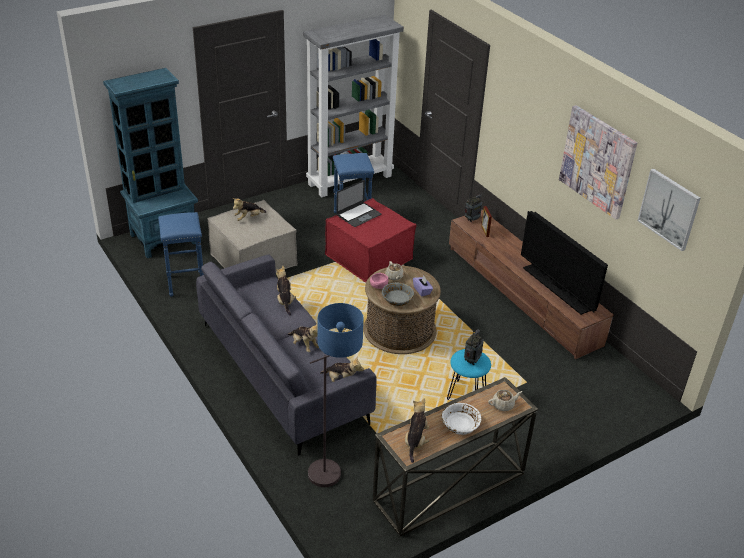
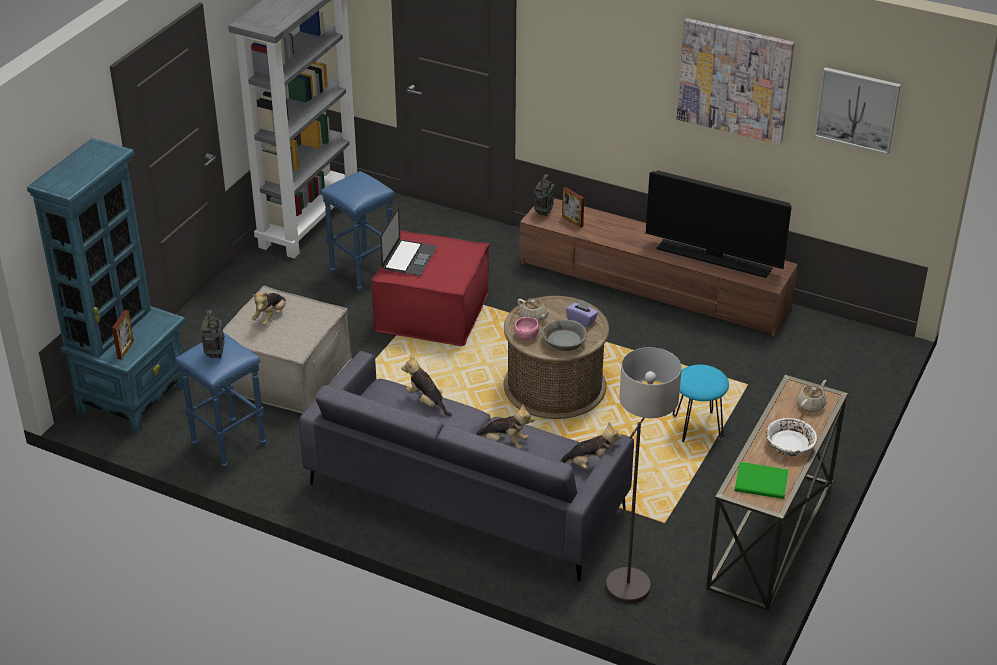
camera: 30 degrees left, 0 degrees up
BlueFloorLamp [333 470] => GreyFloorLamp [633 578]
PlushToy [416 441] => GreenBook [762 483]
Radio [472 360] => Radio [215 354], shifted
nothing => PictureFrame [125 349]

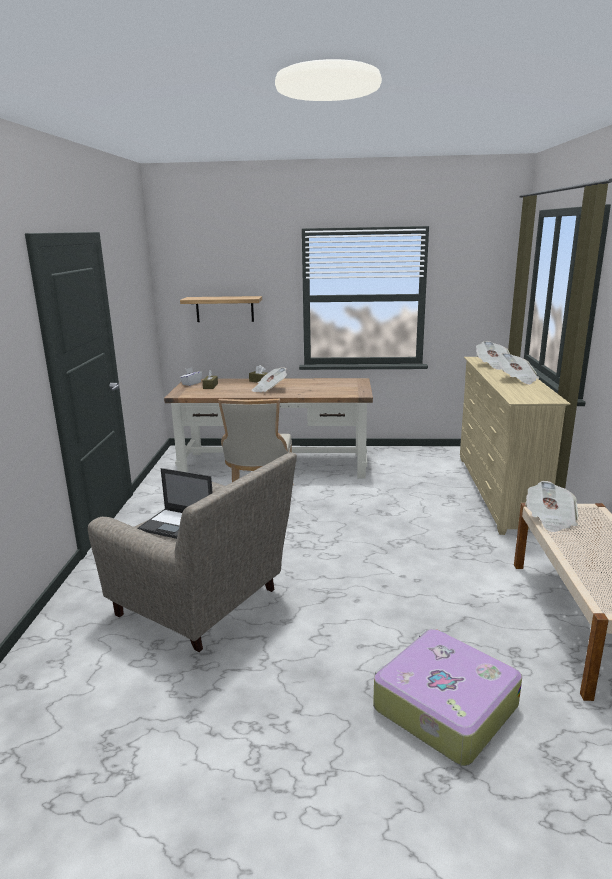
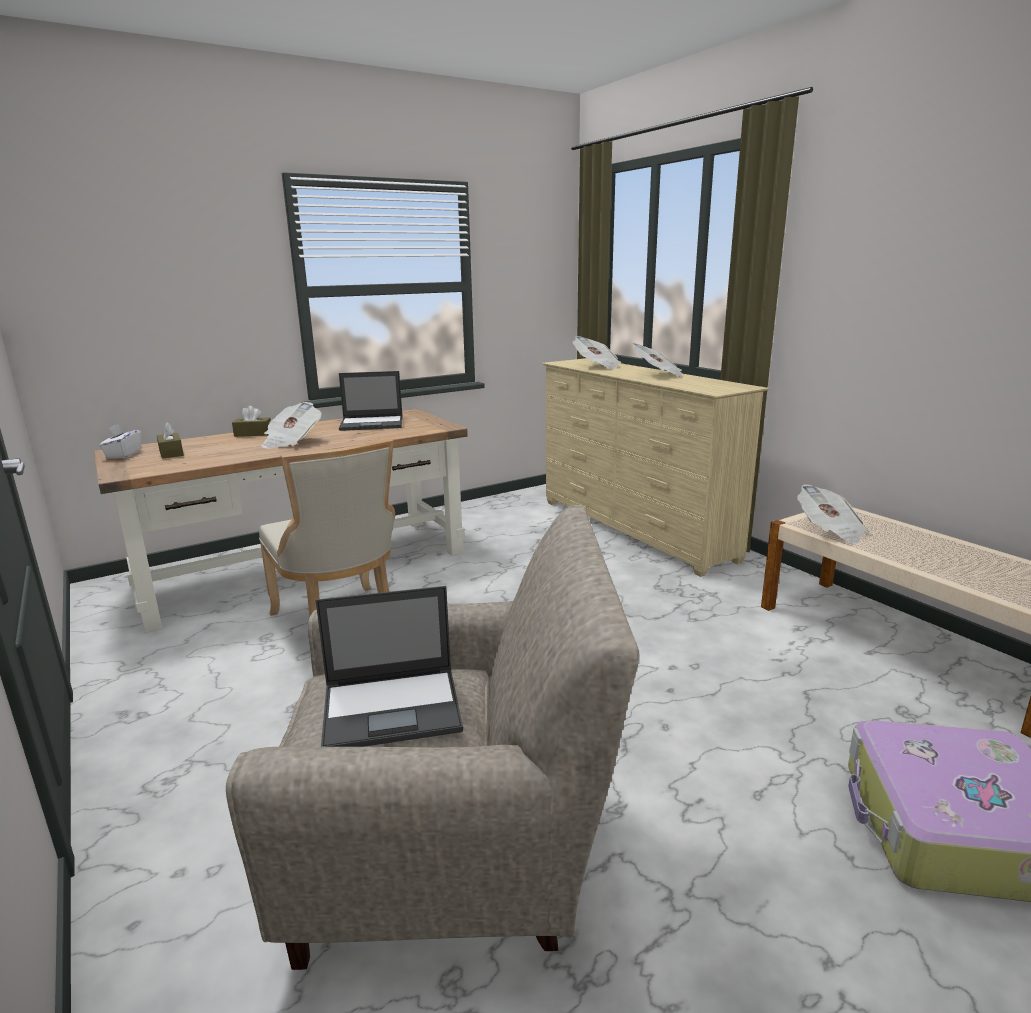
camera: 35 degrees left, 0 degrees up
Shelf [224 309] => nothing
nothing => Laptop [373 424]

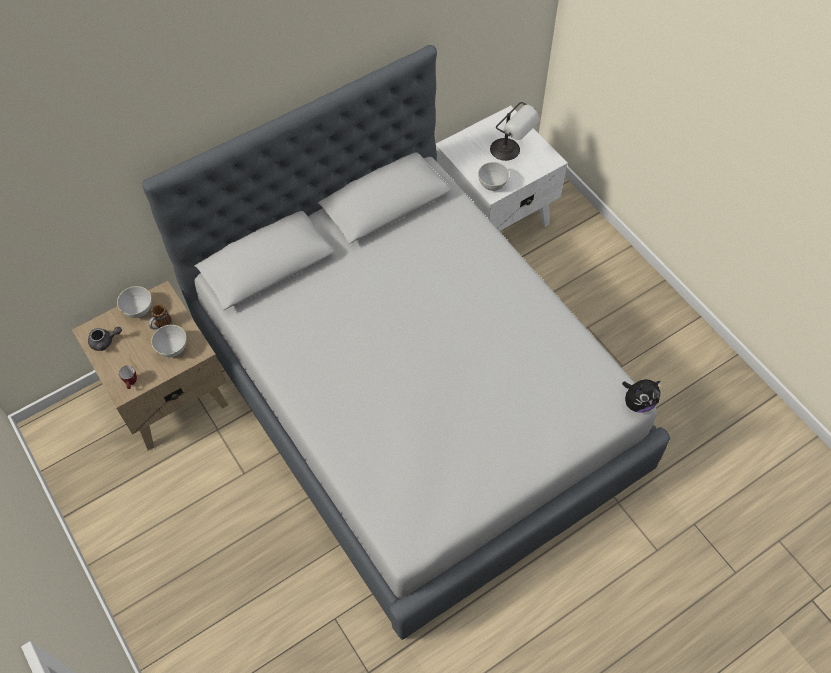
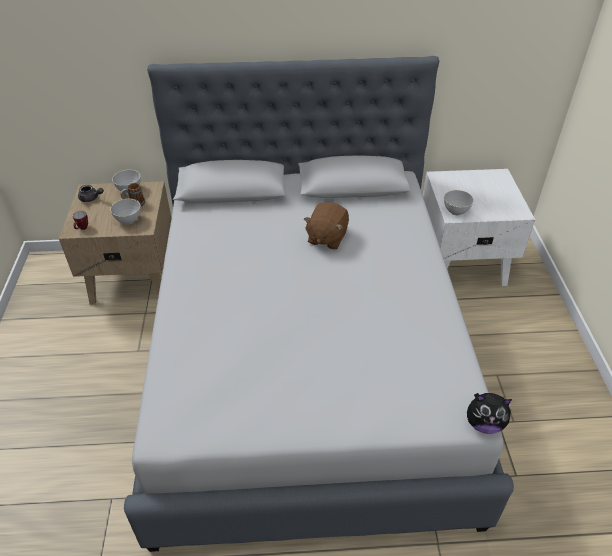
camera: 30 degrees right, 15 degrees down
TableLamp [510 151] => nothing
nothing => BrownPlushToy [326 238]

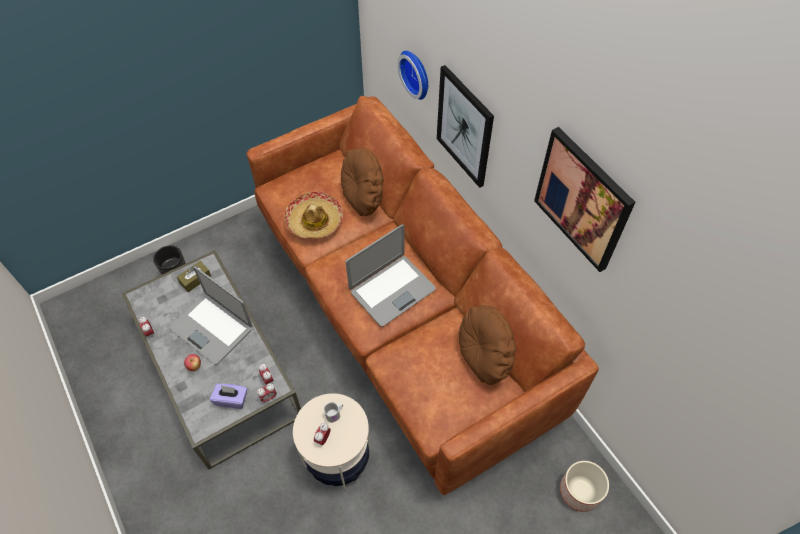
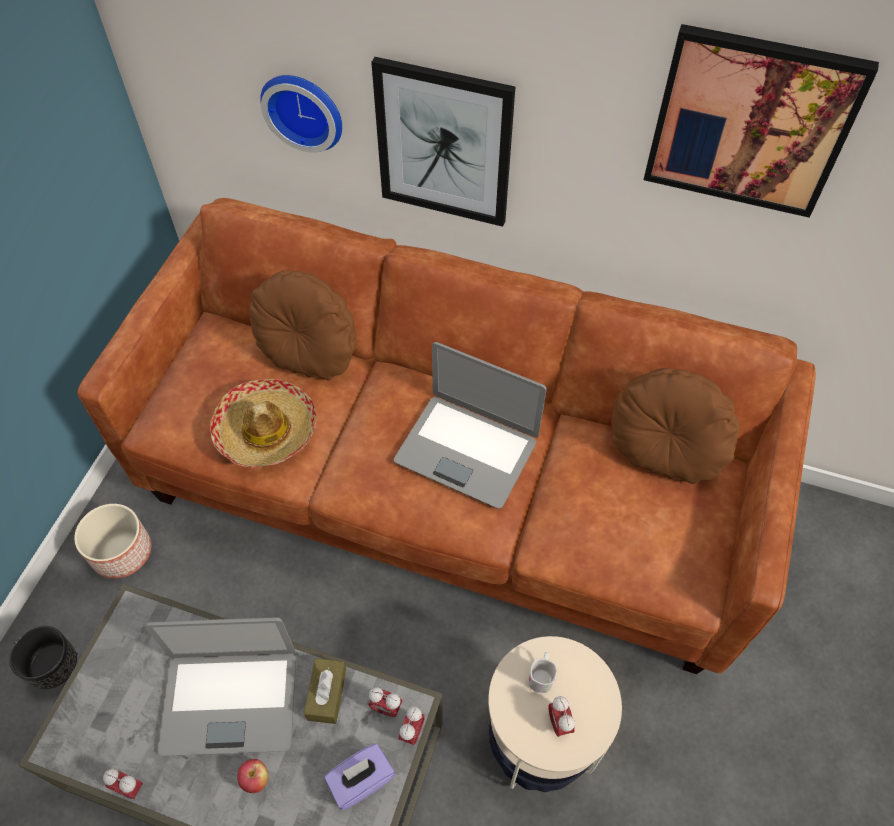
camera: 40 degrees left, 0 degrees up
BrownTissueBox [195 279] => BrownTissueBox [326 694], shifted
Laptop [392 290] => Laptop [467 450], 105 degrees clockwise
Planter [580 490] => Planter [121 551], shifted

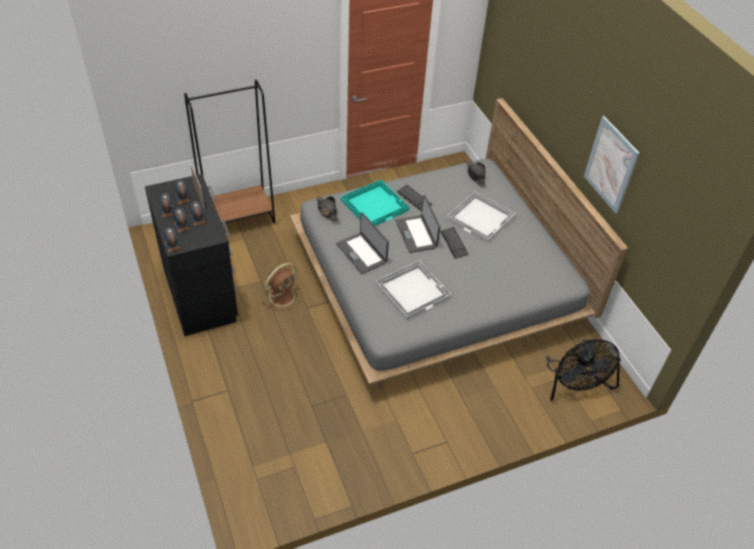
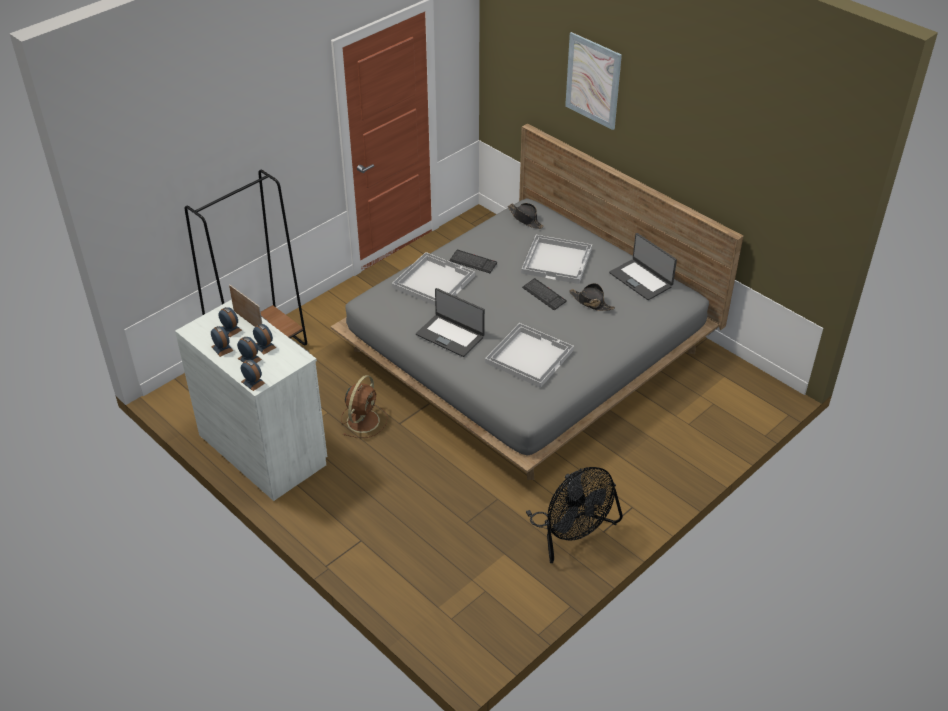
camera: 20 degrees left, 5 degrees down
BlackDresser [201 293] => WhiteDresser [263 448]
BlackHat [327 211] => BlackHat [591 302], shifted
TurquoiseTray [374 204] => WhiteTray [433 281]
Laptop [416 234] => Laptop [641 279], shifted
BlackFan [573 383] => BlackFan [570 533], shifted
Picture [611 165] => Picture [593 81], shifted

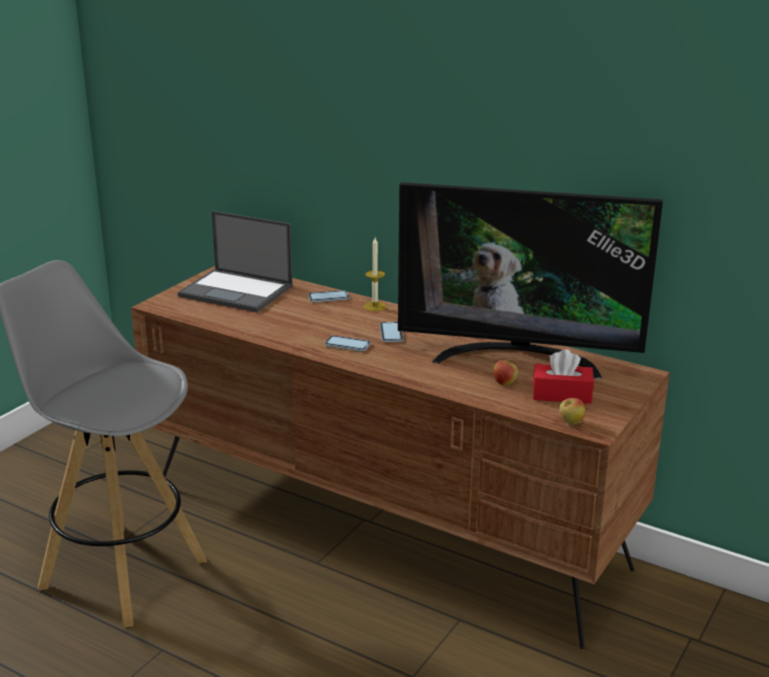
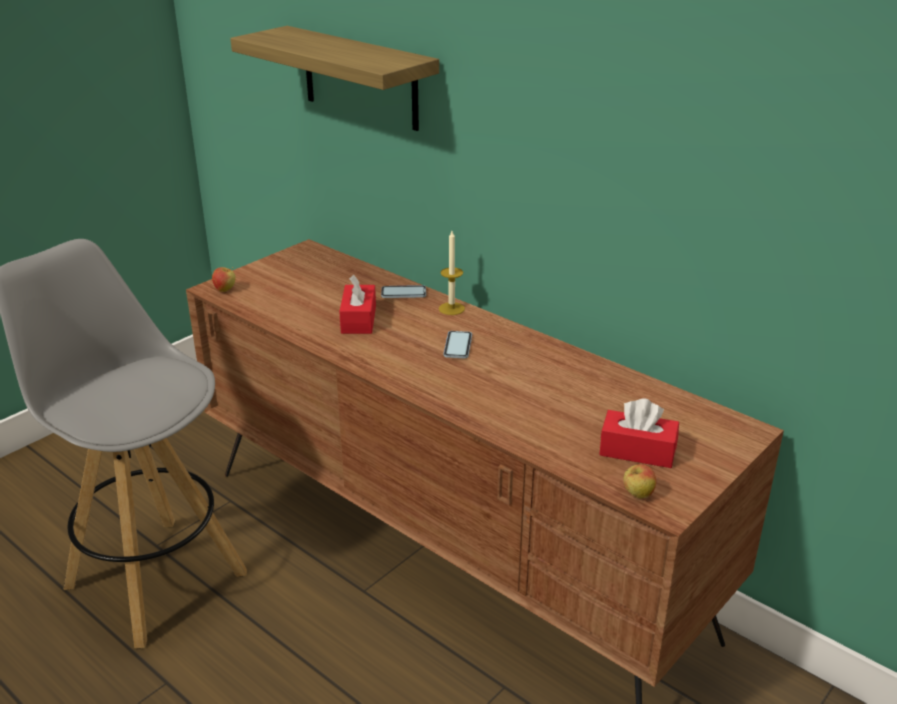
camera: 10 degrees right, 5 degrees up
Laptop [237 291] => nothing
Phone [347 345] => nothing
Television [518 357] => nothing
Apple [505 383] => Apple [225 290], shifted
nothing => Shelf [360 78]
nothing => RedTissueBox [358 319]

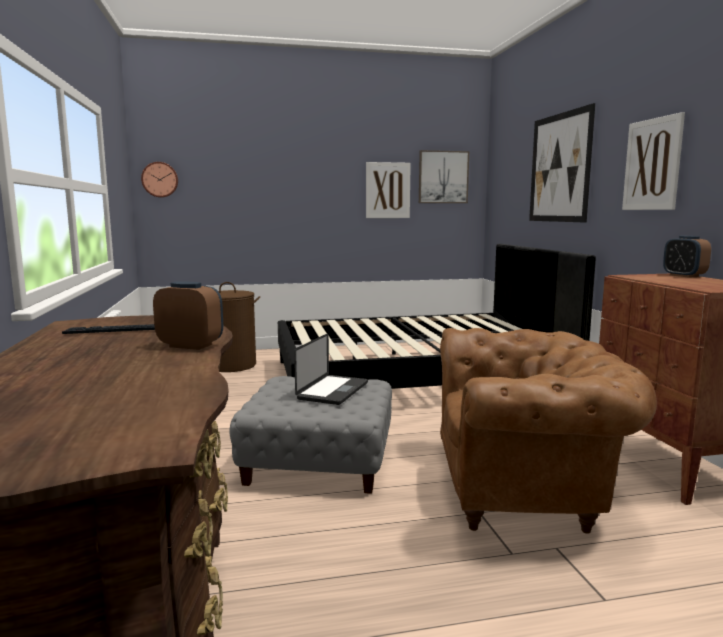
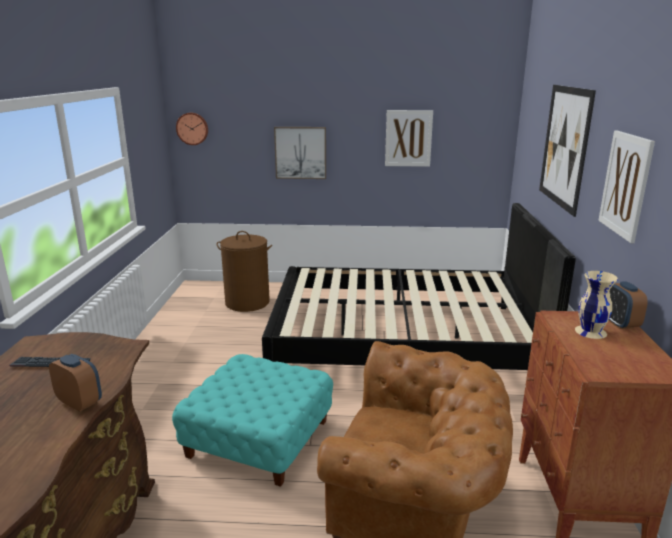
camera: 15 degrees right, 10 degrees up
GreyOttoman [318 460] => TurquoiseOttoman [258 438]
Laptop [333 391] => nothing
Picture [443 177] => Picture [300 152], shifted
nothing => BeigeVase [590 331]

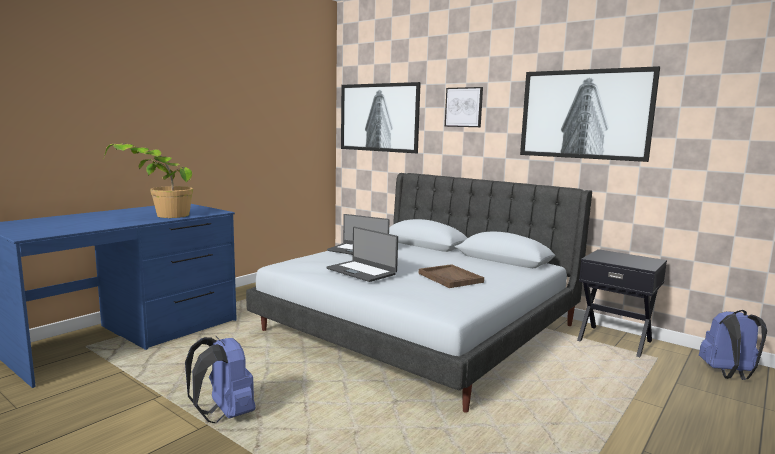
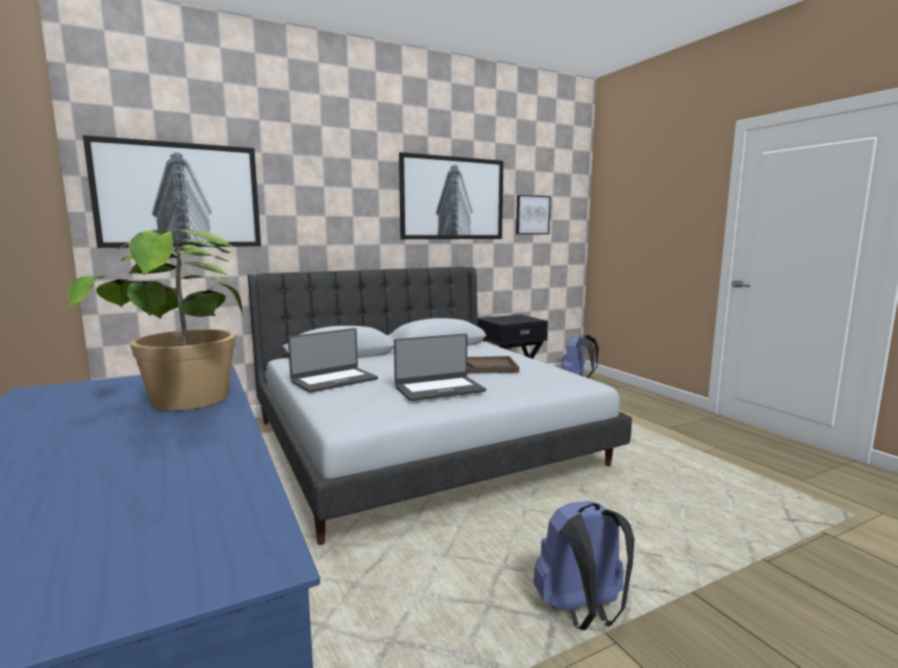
camera: 65 degrees left, 0 degrees up
Picture [464 107] => Picture [532 215], shifted

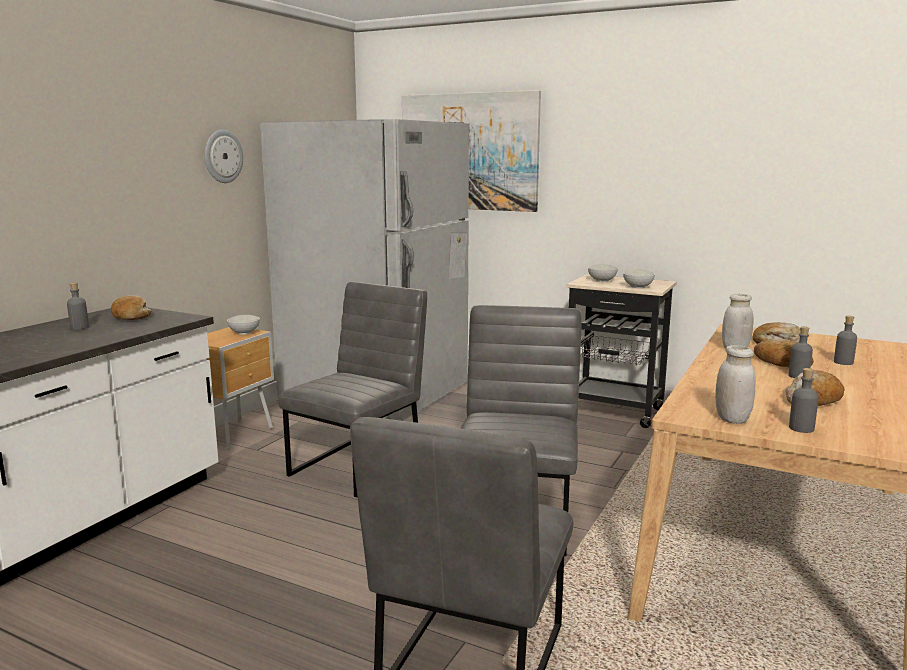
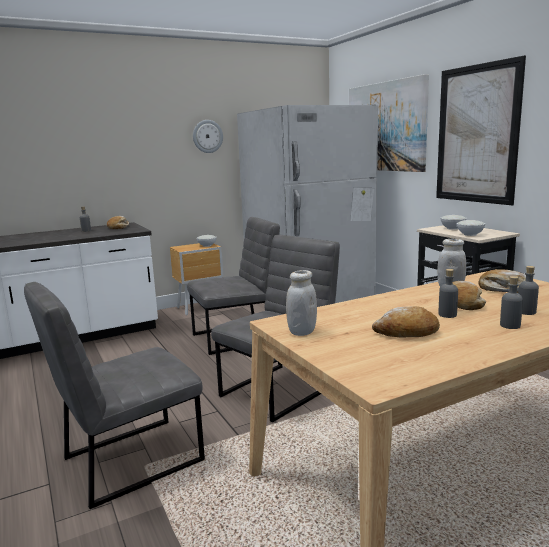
camera: 35 degrees right, 0 degrees up
GreyBottle [801 428] => GreyBottle [510 325], shifted
nothing => Picture [476 134]

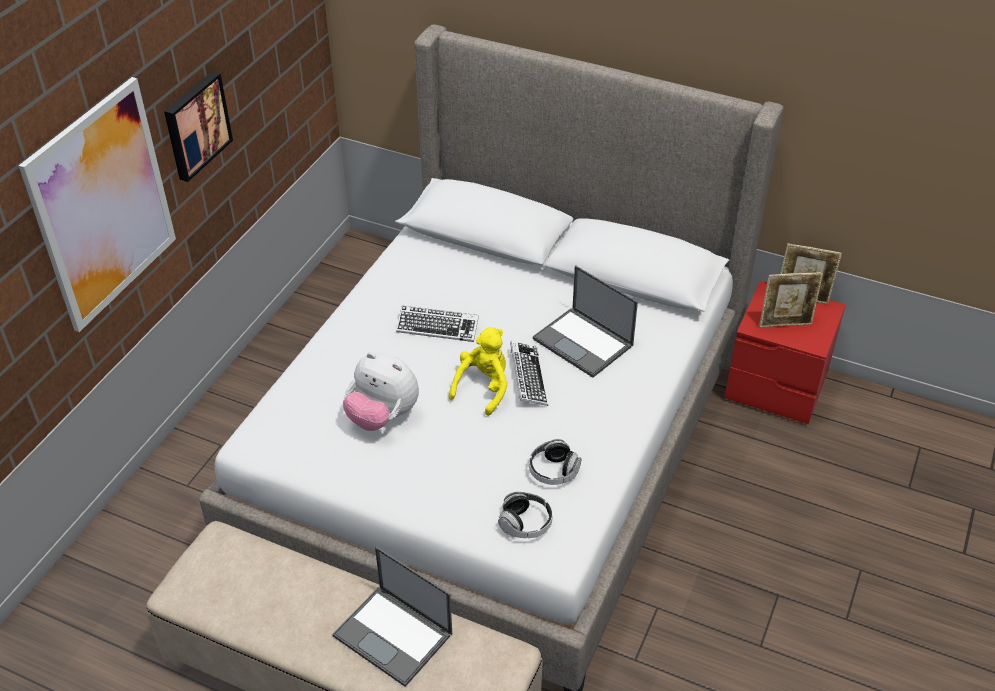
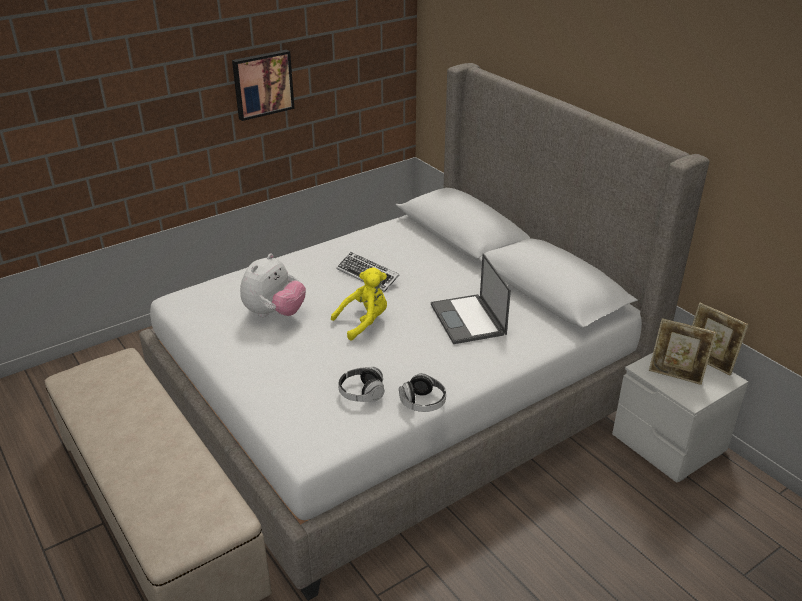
camera: 30 degrees right, 10 degrees down
Picture [102 205] => nothing
Laptop [394 635] => nothing
PlushToy [382 416] => PlushToy [274 313], 120 degrees counterclockwise
Headphones [525 523] => Headphones [423 403], shifted
Keyboard [528 377] => nothing
RedNightstand [776 385] => WhiteNightstand [669 443]

